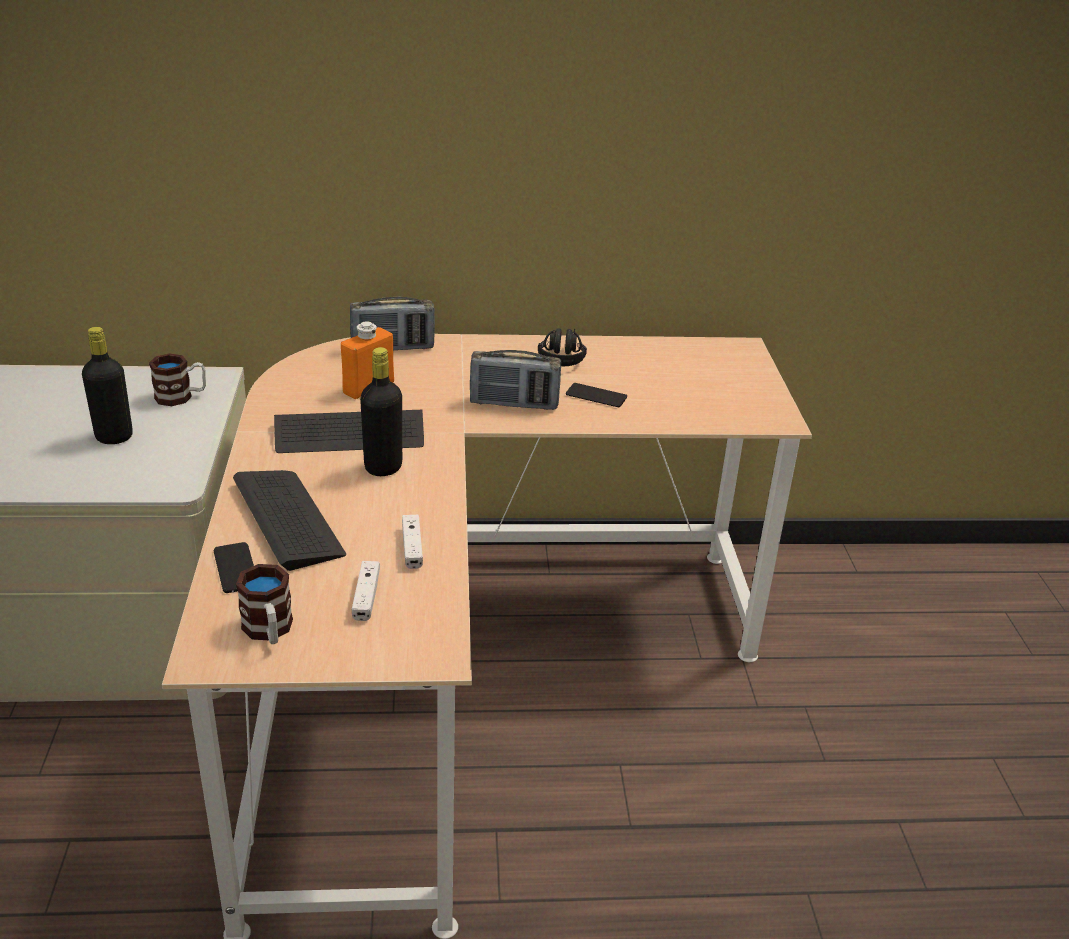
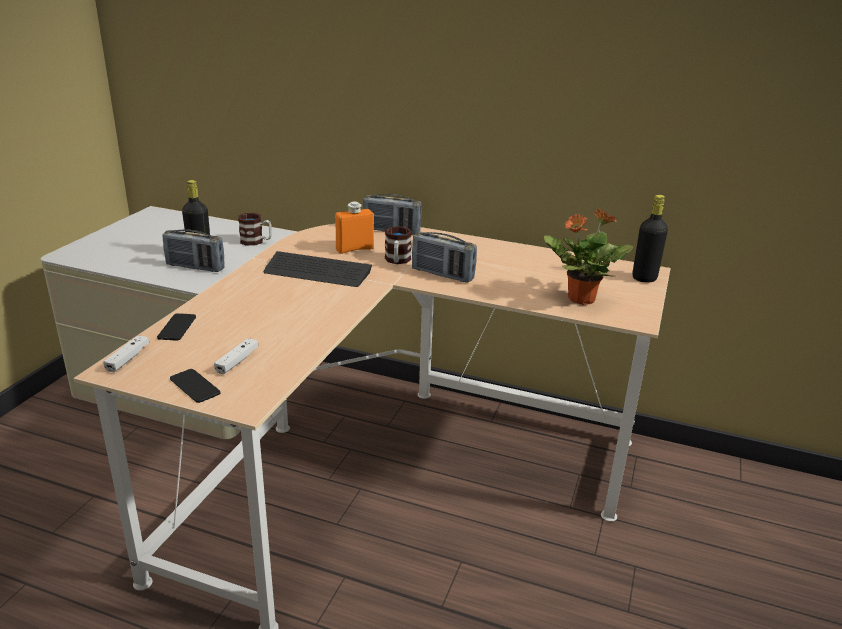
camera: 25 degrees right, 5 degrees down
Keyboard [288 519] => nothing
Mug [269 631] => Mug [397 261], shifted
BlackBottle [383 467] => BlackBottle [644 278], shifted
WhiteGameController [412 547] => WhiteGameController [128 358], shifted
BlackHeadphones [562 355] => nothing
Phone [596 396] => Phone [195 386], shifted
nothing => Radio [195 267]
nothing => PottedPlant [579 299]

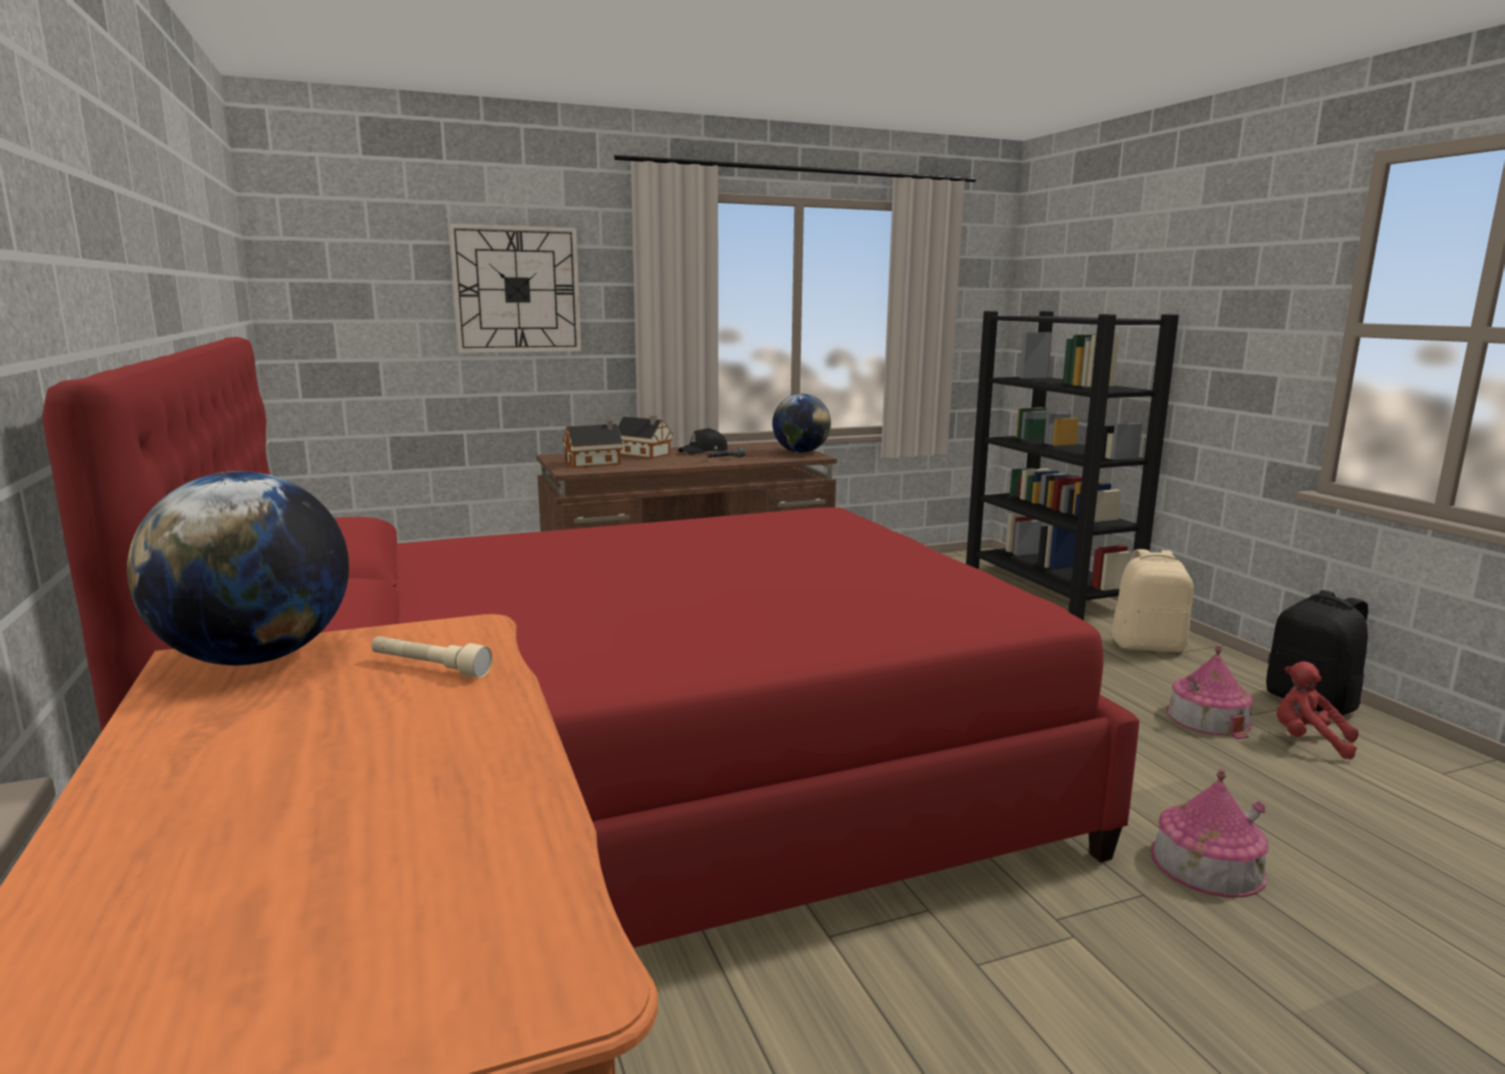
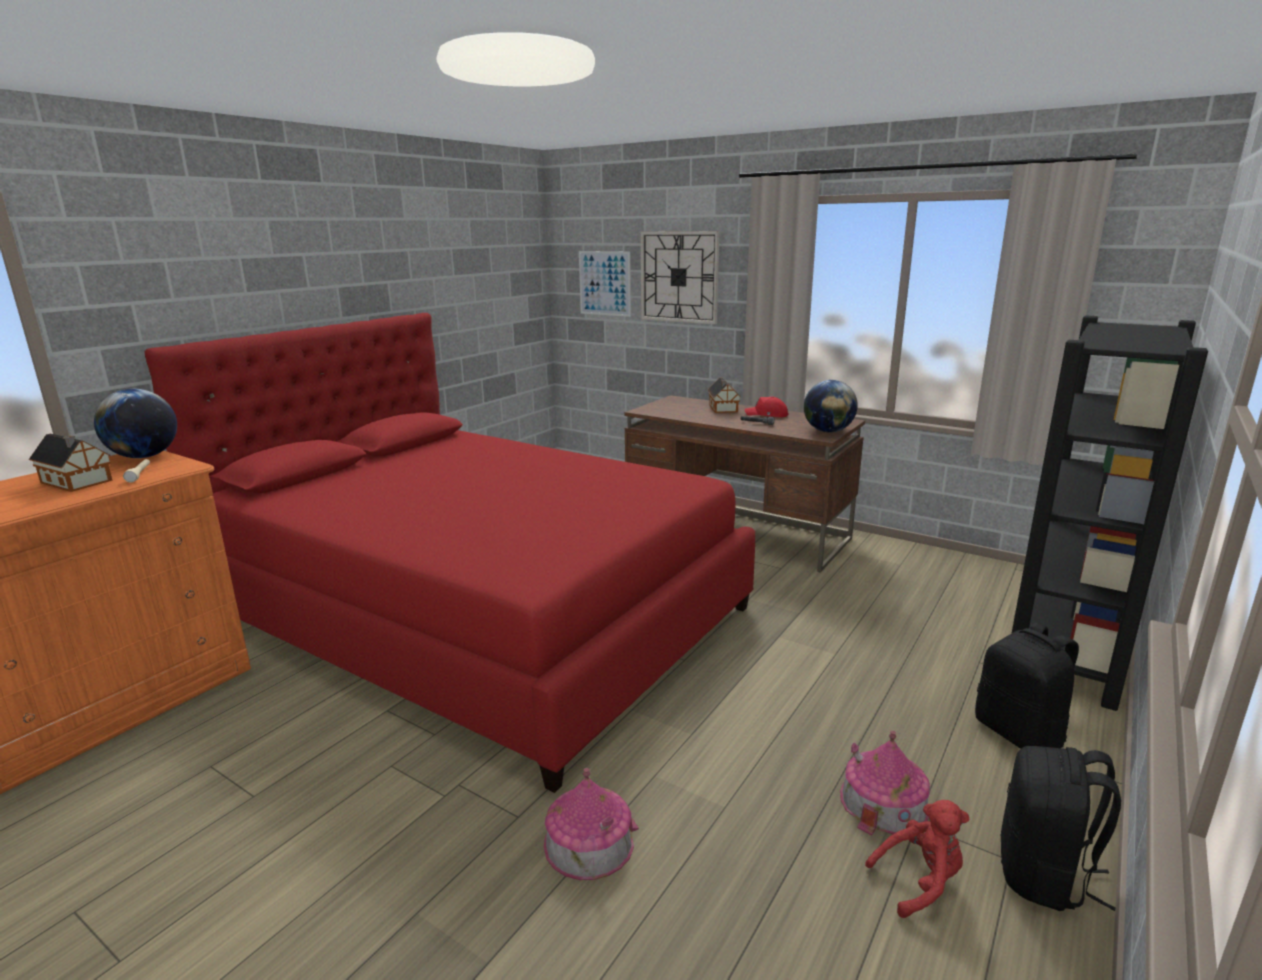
camera: 55 degrees right, 5 degrees up
ToyHouse [595 463] => ToyHouse [77 482], shifted
BlackCap [704 451] => RedCap [767 415]
BeigeBackpack [1148 646] => BlackBackpack [1020 733]
RedPlushToy [1308 741] => RedPlushToy [920 881], 75 degrees clockwise
nothing => Picture [604 283]

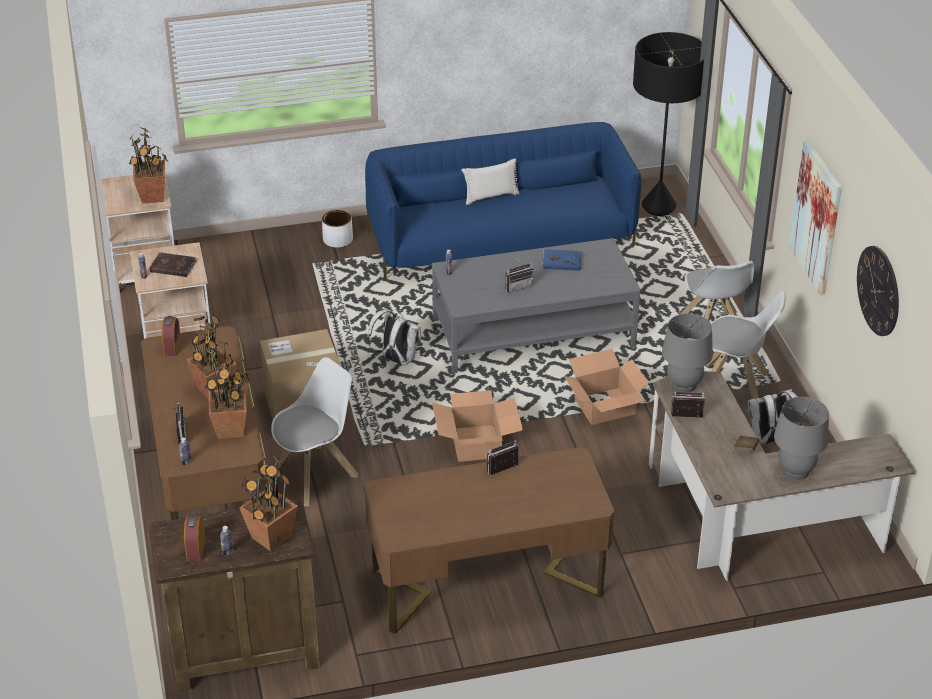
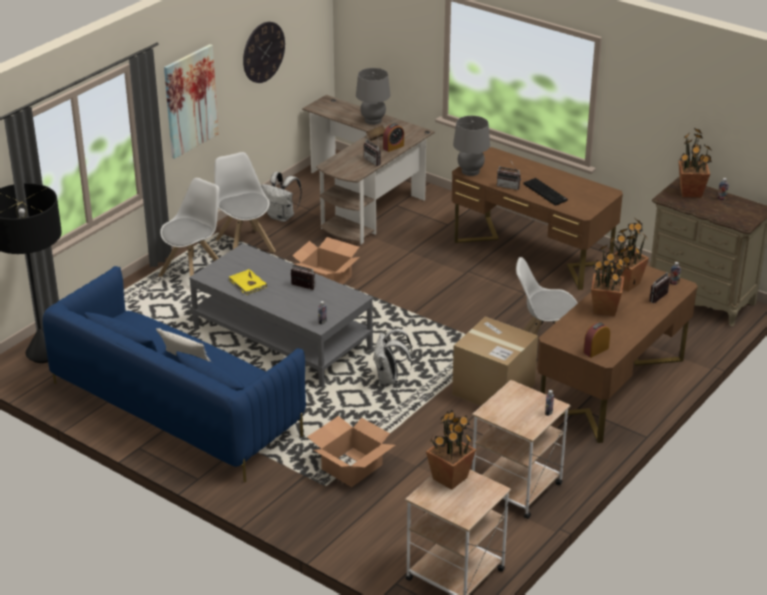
camera: 130 degrees left, 5 degrees down
BrownBook [173 266] => nothing
AlarmClock [196 549] => AlarmClock [393 147], shifted
WhitePlanter [338 240] => nothing
CardboardBox [476 443] => CardboardBox [351 467], shifted
BlueBook [561 261] => YellowBook [247 284]
GreyTableLamp [684 385] => GreyTableLamp [470 171], shifted
nothing => Keyboard [546 192]

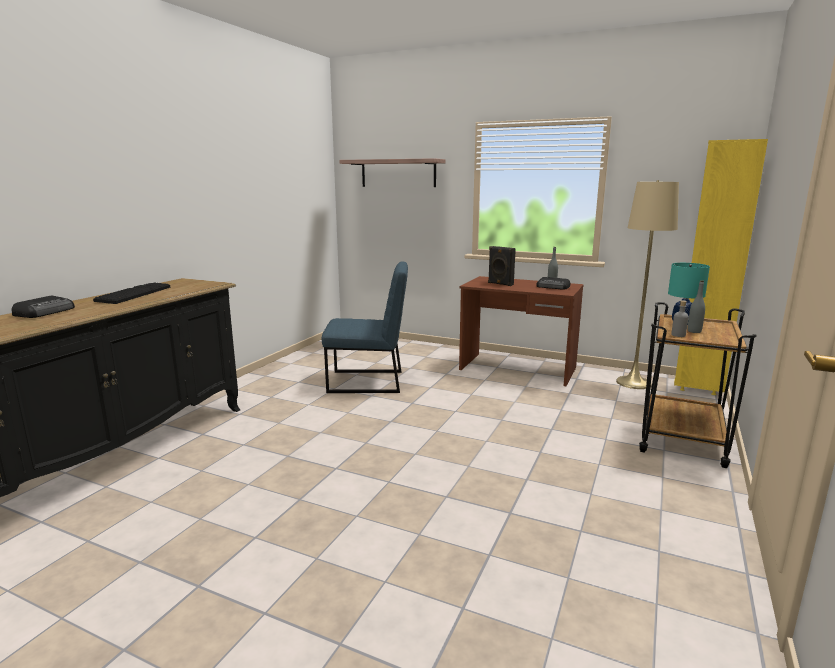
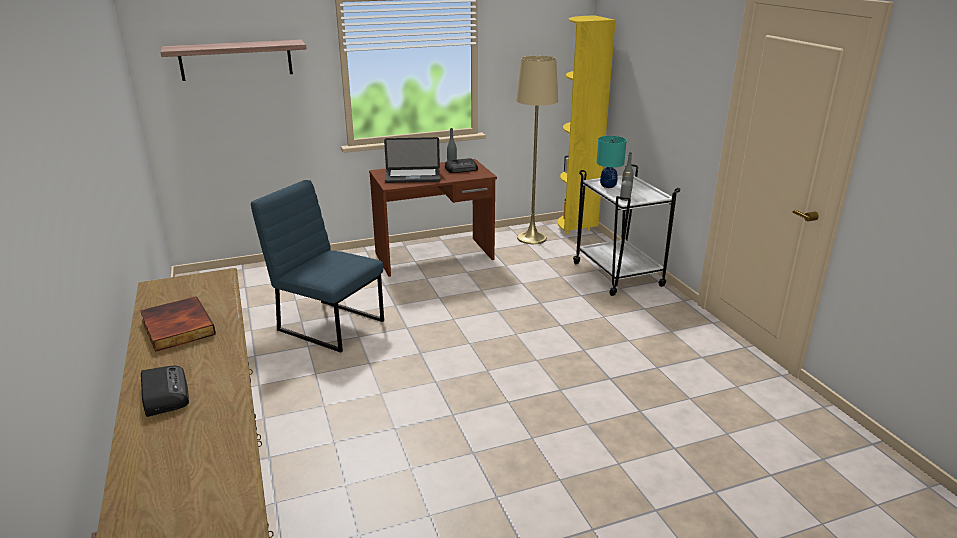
camera: 45 degrees left, 10 degrees up
Keyboard [134 294] => Book [176 327]
BlueChair [368 382] => BlueChair [329 324], 105 degrees counterclockwise
BlackSpeaker [500 284] => Laptop [412 177]
BrownCart [681 439] => WhiteCart [618 275]

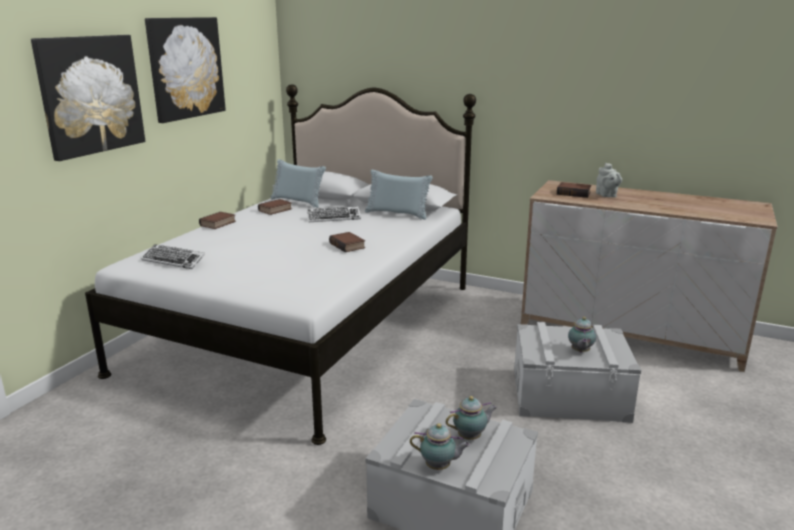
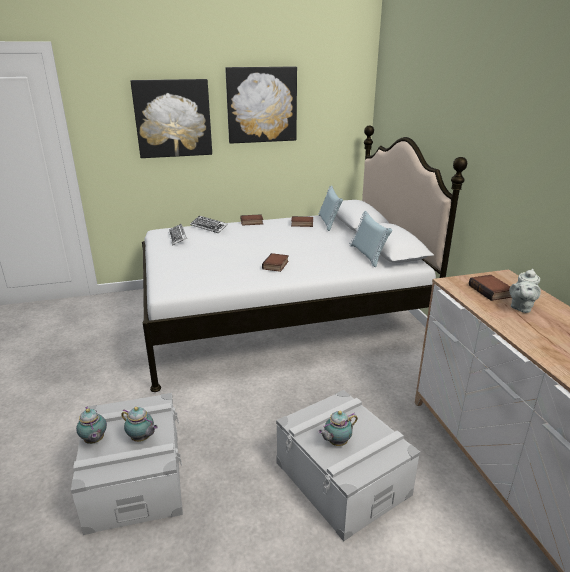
camera: 50 degrees right, 5 degrees up
Keyboard [334 218] => Keyboard [209 227], shifted

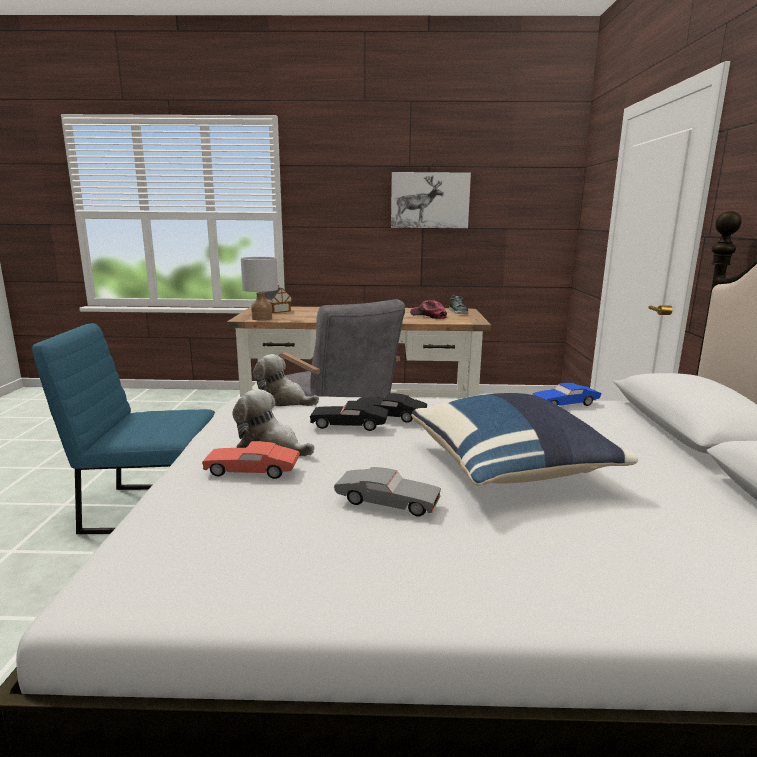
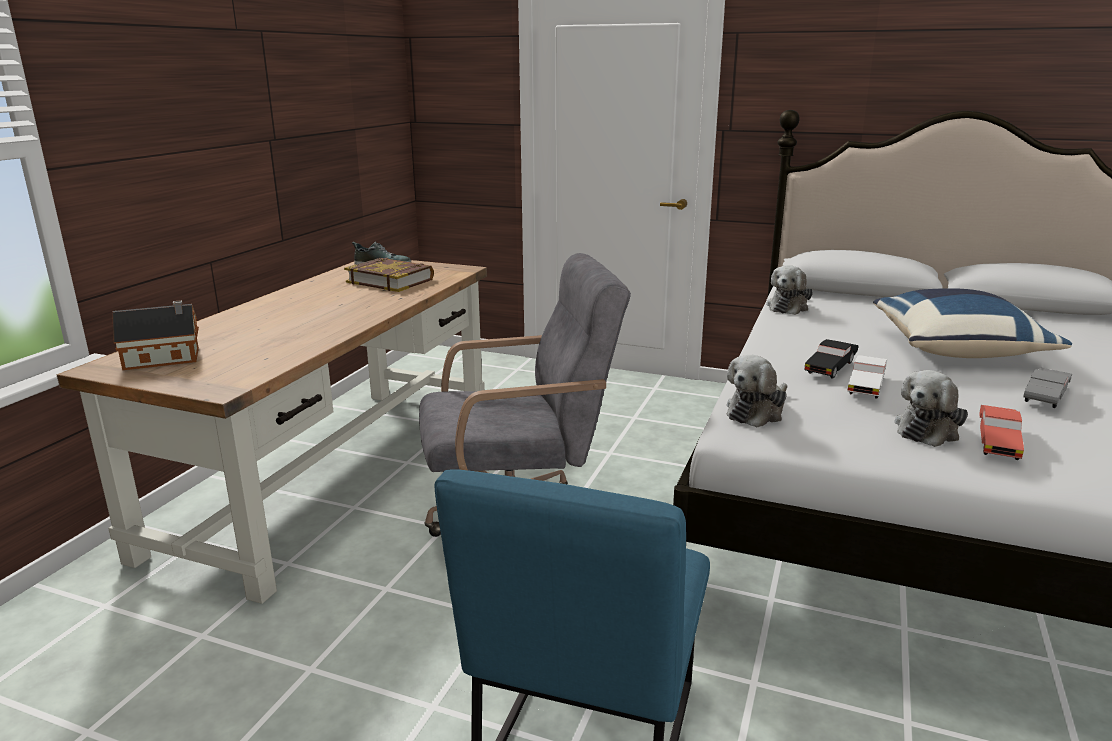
camera: 70 degrees left, 5 degrees up
GreyTableLamp [262 318] => nothing
BlackToyCar [349 425] => WhiteToyCar [866 385]
Picture [429 200] => nothing
Cap [428 316] => Book [390 281]
BlueToyCar [565 404] => PlushToy [788 307]

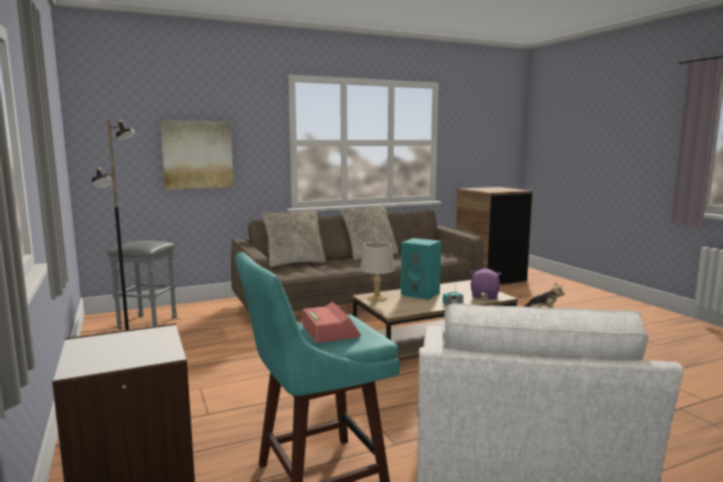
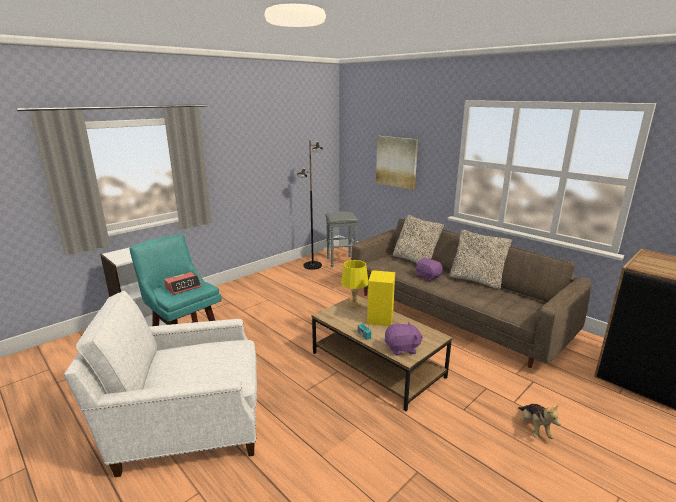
camera: 70 degrees right, 10 degrees up
GreyTableLamp [377 298] => YellowTableLamp [354 304]
TurquoiseSpeaker [421 294] => YellowSpeaker [381 319]
nothing => PurplePlushToy [428 277]

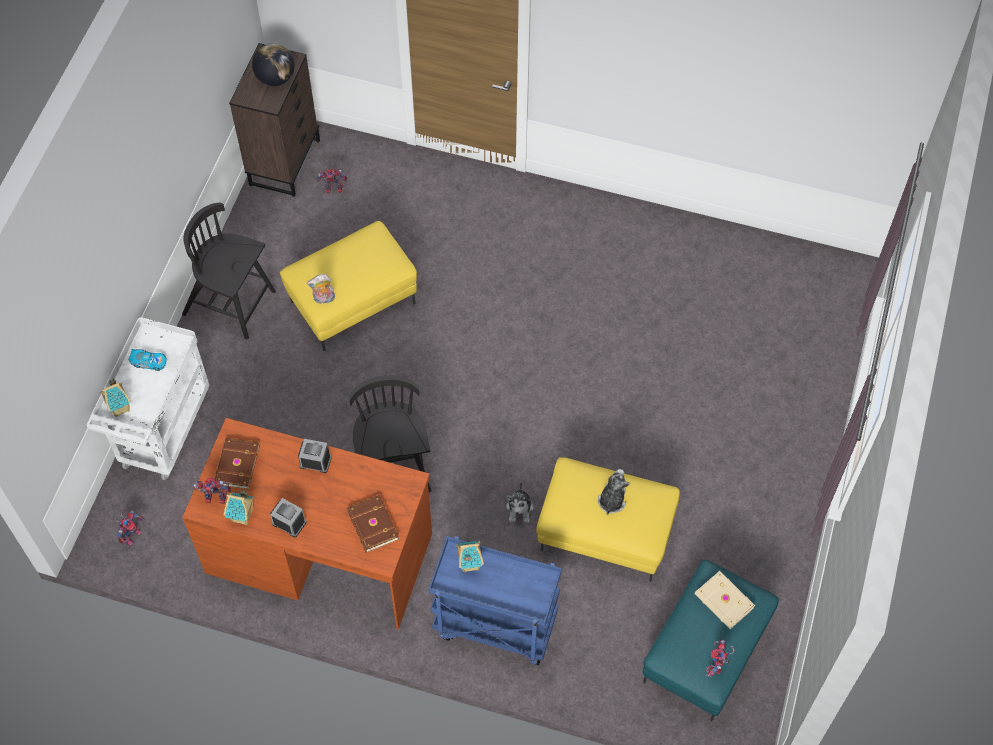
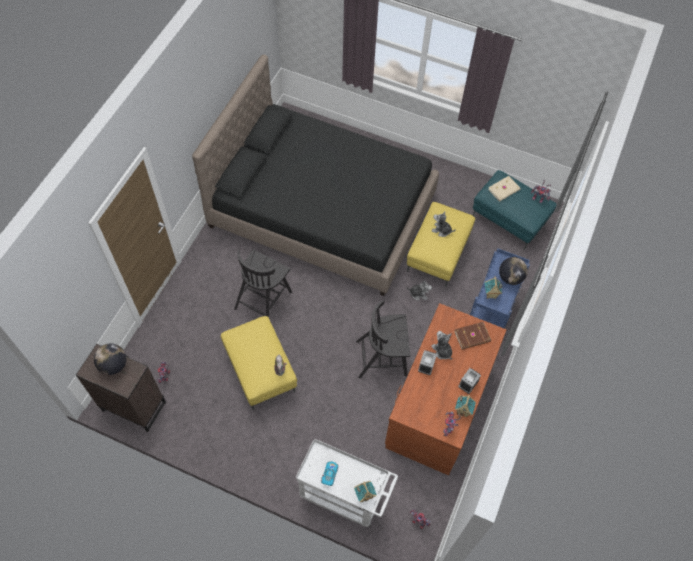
camera: 85 degrees left, 0 degrees up
BlackChair [231 303] => BlackChair [264 299], shifted
BrownBook [236 465] => nothing
nothing => BlackBed [322 210]
nothing => PlushToy [442 351]
nothing => Globe [510 277]

